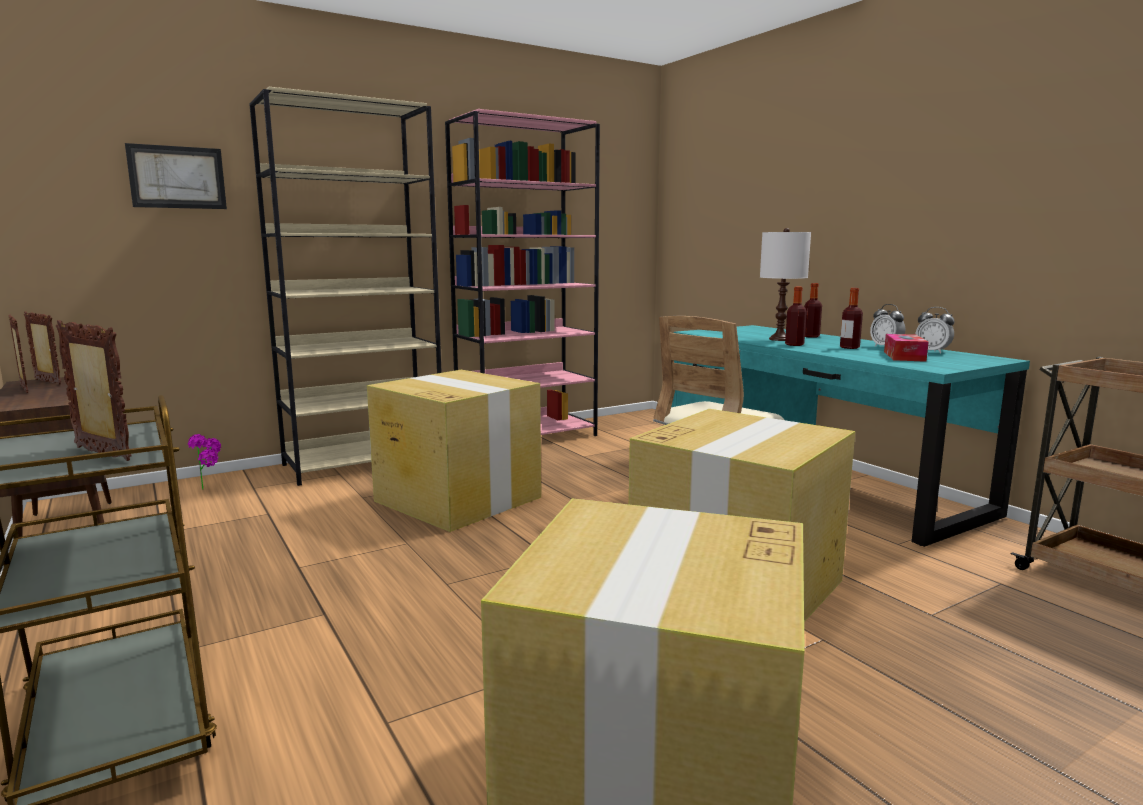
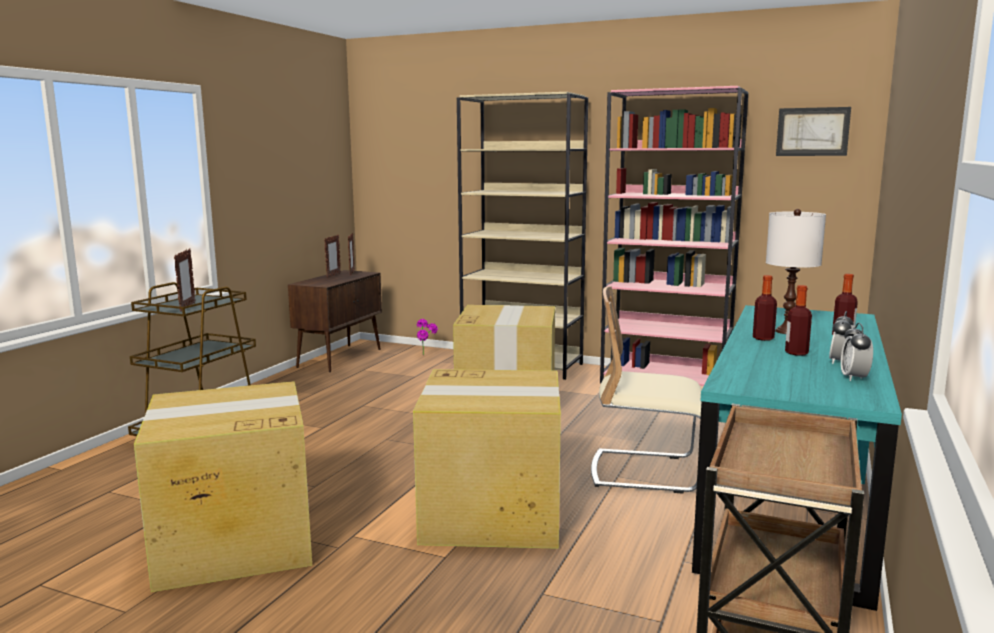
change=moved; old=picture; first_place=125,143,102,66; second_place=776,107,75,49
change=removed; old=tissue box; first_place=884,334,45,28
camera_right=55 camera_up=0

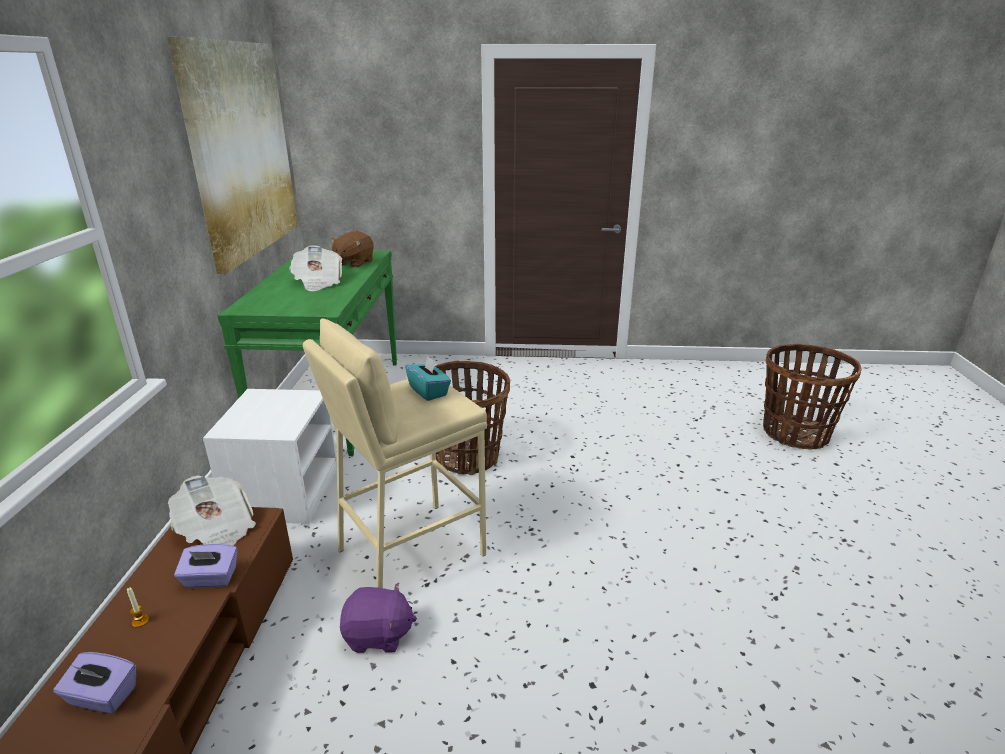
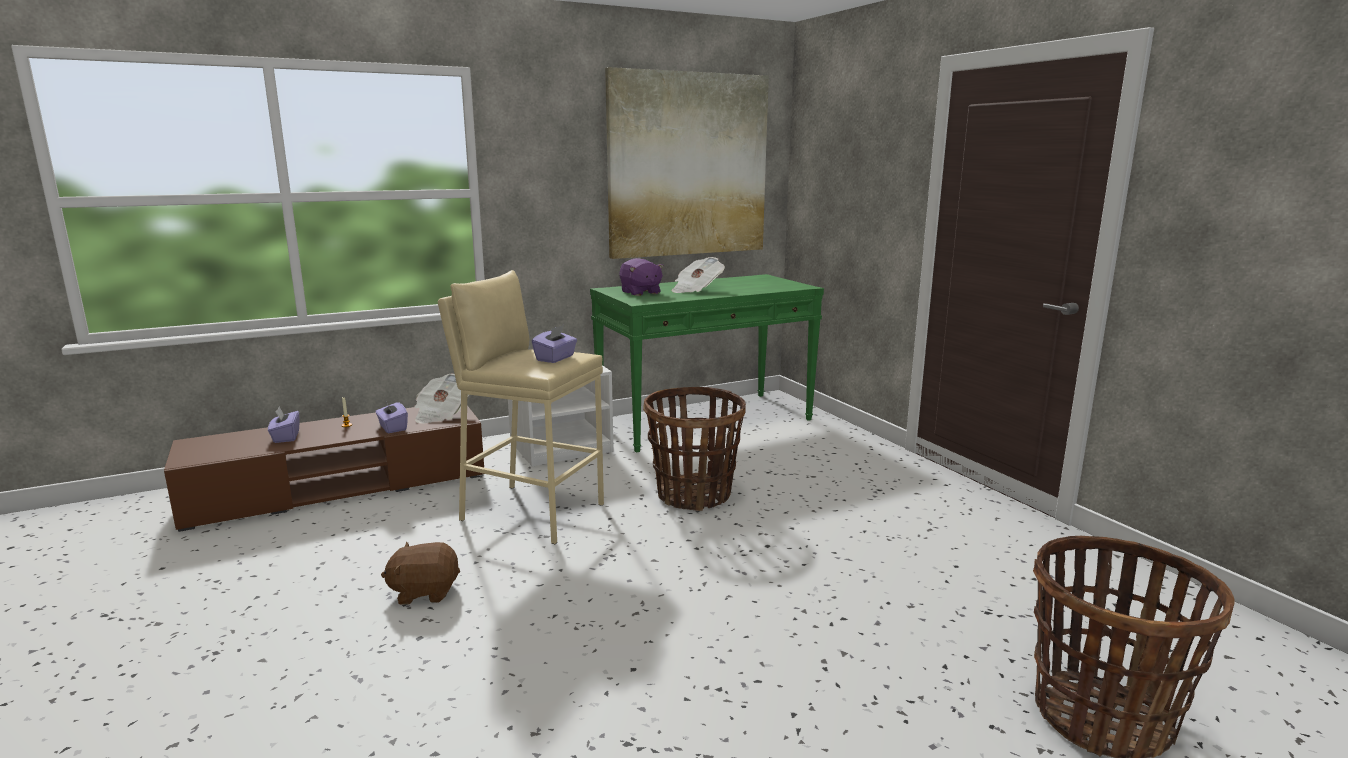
change=moved; old=plush toy (brown); first_place=330,231,44,37; second_place=381,542,79,63
change=recoloured; old=tissue box (turquoise); new=tissue box (purple); first_place=405,356,46,45; second_place=532,325,45,38
change=moved; old=plush toy (purple); first_place=340,583,77,70; second_place=619,258,45,38
camera_right=60 camera_up=-10

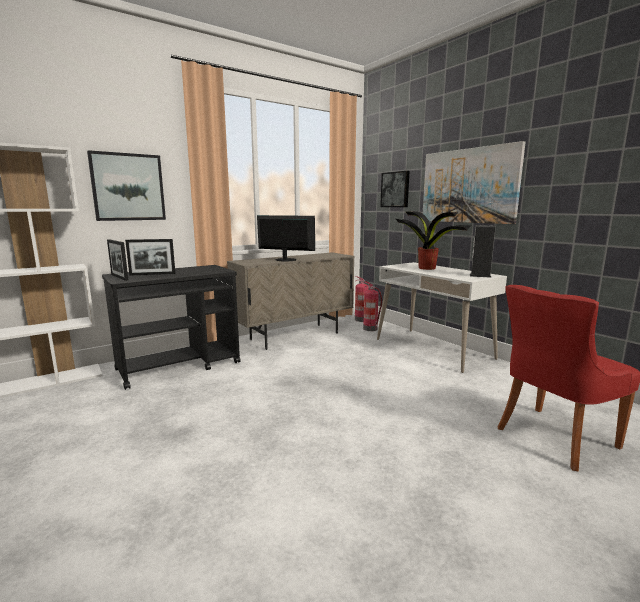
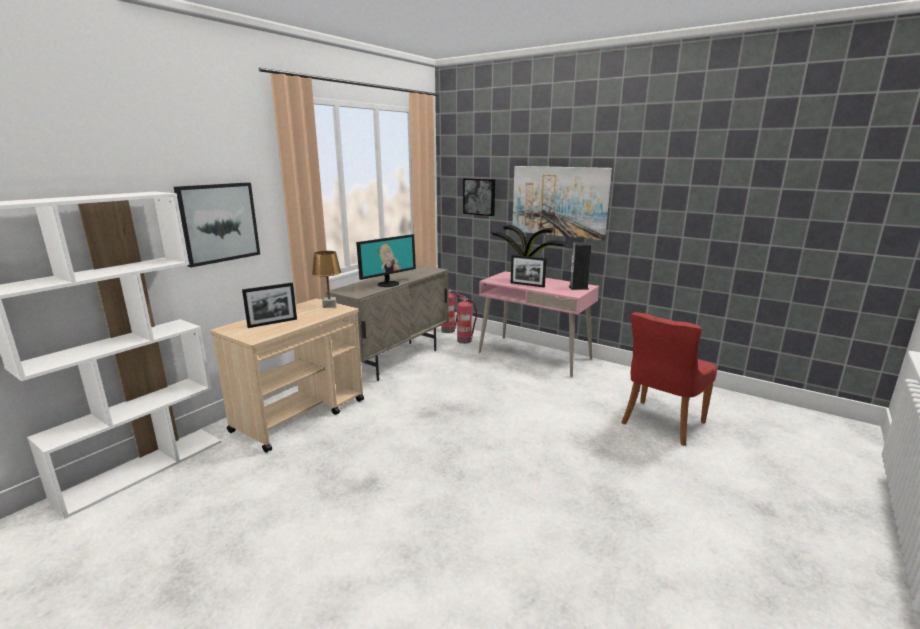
change=turned; old=monitor; first_place=257,215,58,46; second_place=356,234,60,53; degrees=135
change=moved; old=picture frame; first_place=107,239,21,42; second_place=511,255,36,32
change=recoloured; old=desk (white); new=desk (pink); first_place=377,262,130,111; second_place=479,271,120,106
change=recoloured; old=cart (black); new=cart (beige); first_place=102,265,139,125; second_place=210,298,154,155
change=added; new=table lamp (brown); second_place=312,251,29,57
camera_right=-20 camera_up=5

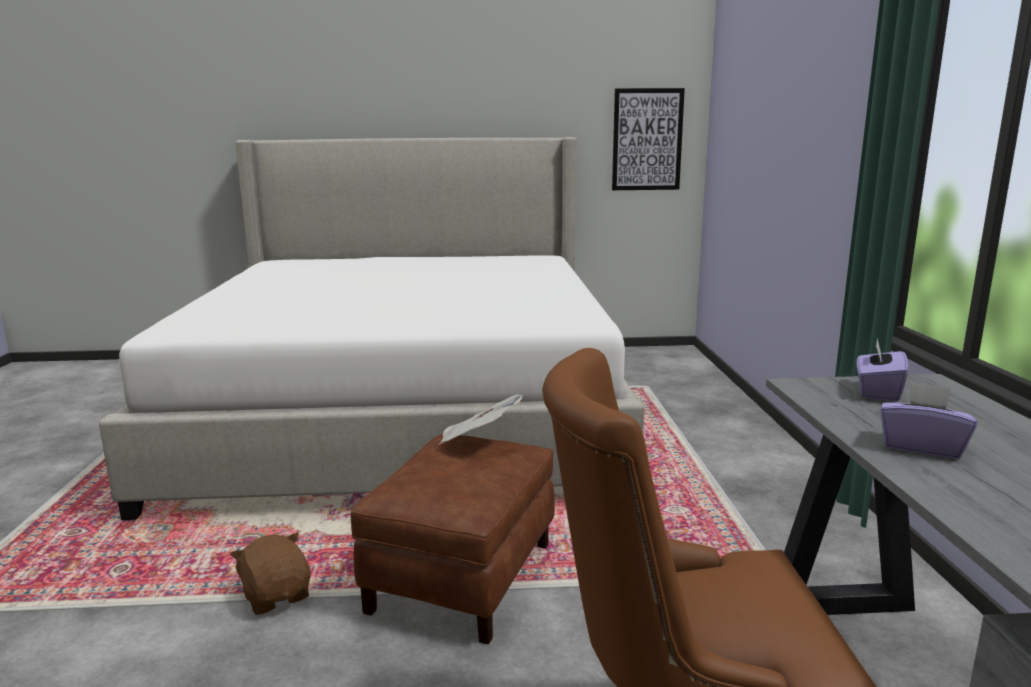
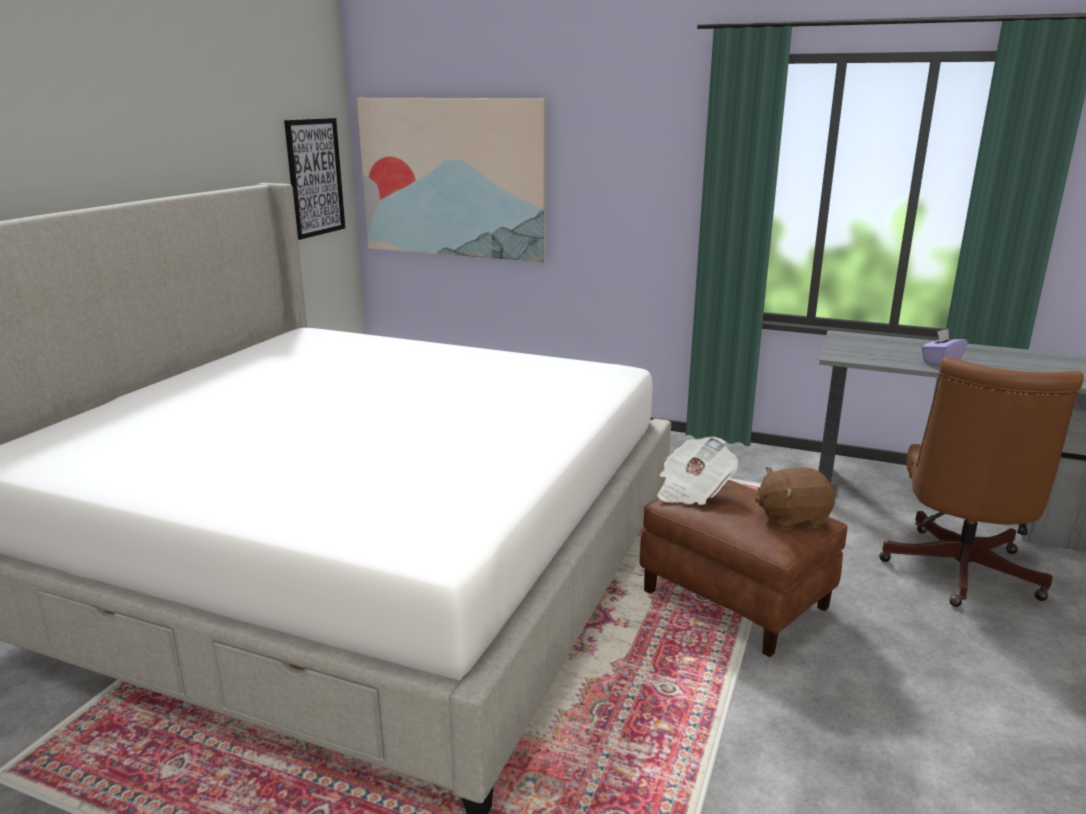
change=removed; old=tissue box (purple); first_place=857,338,51,64
change=moved; old=plush toy (brown); first_place=230,532,81,83; second_place=755,467,80,63
change=added; new=picture; second_place=357,98,189,164
camera_right=-65 camera_up=5

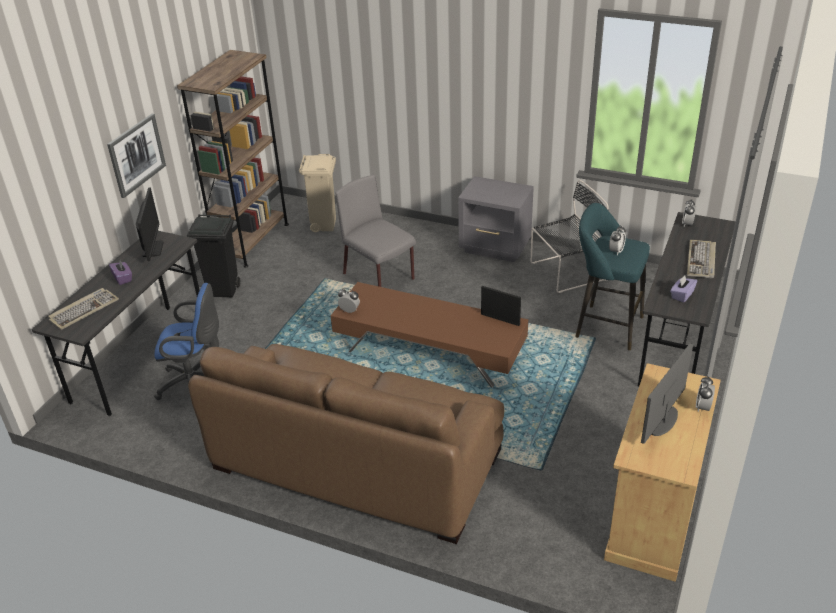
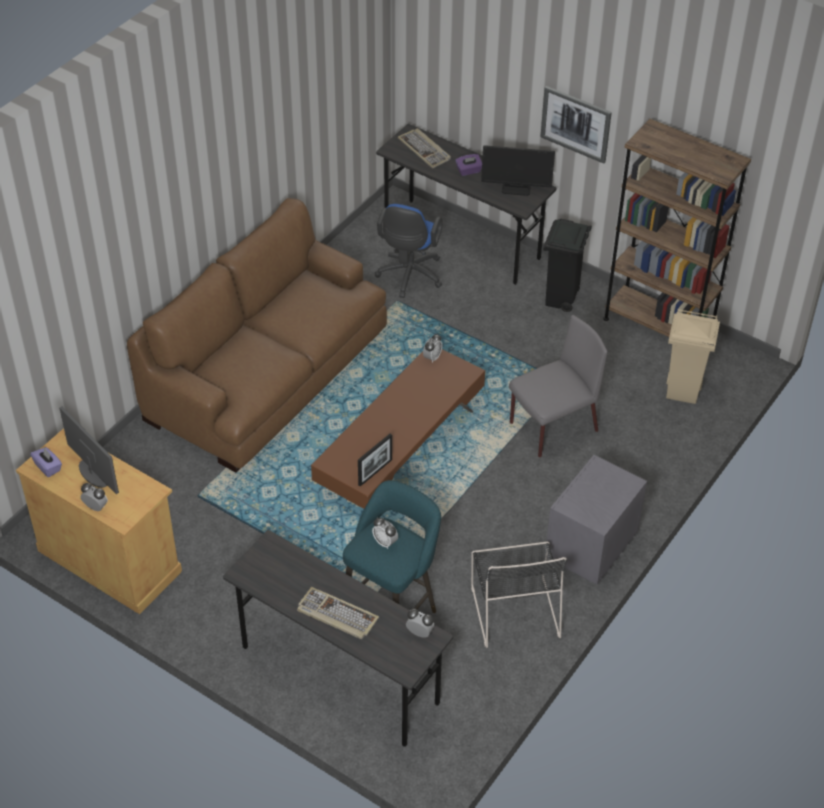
change=moved; old=tissue box (purple); first_place=670,275,27,28; second_place=30,447,32,30
camera_right=100 camera_up=10

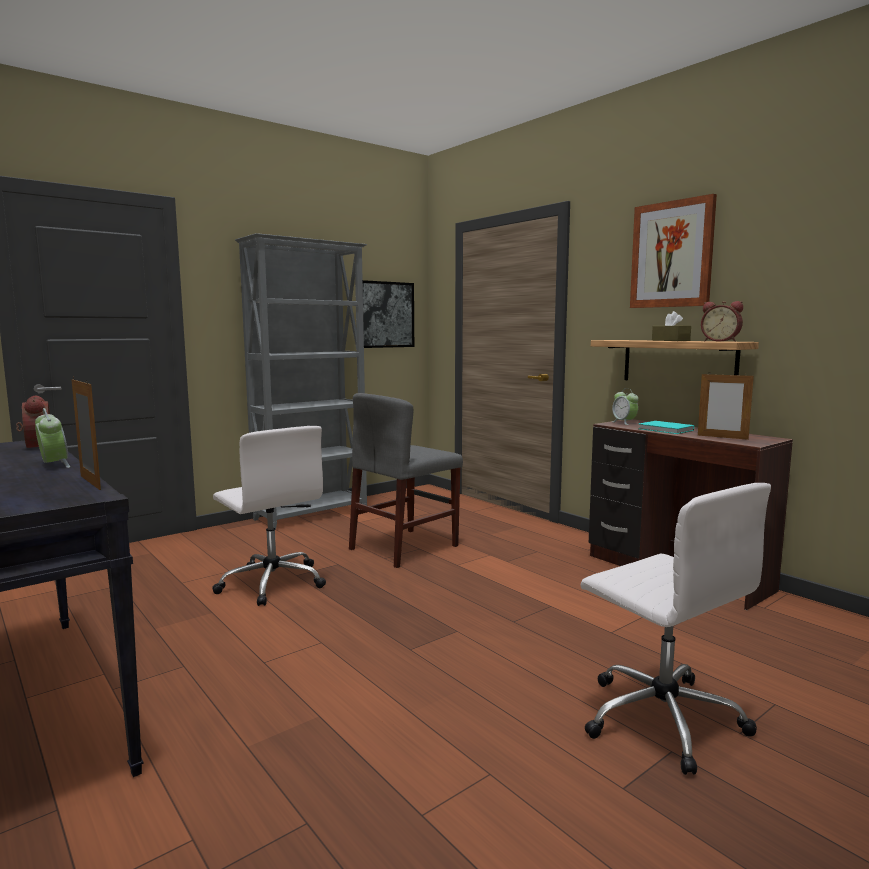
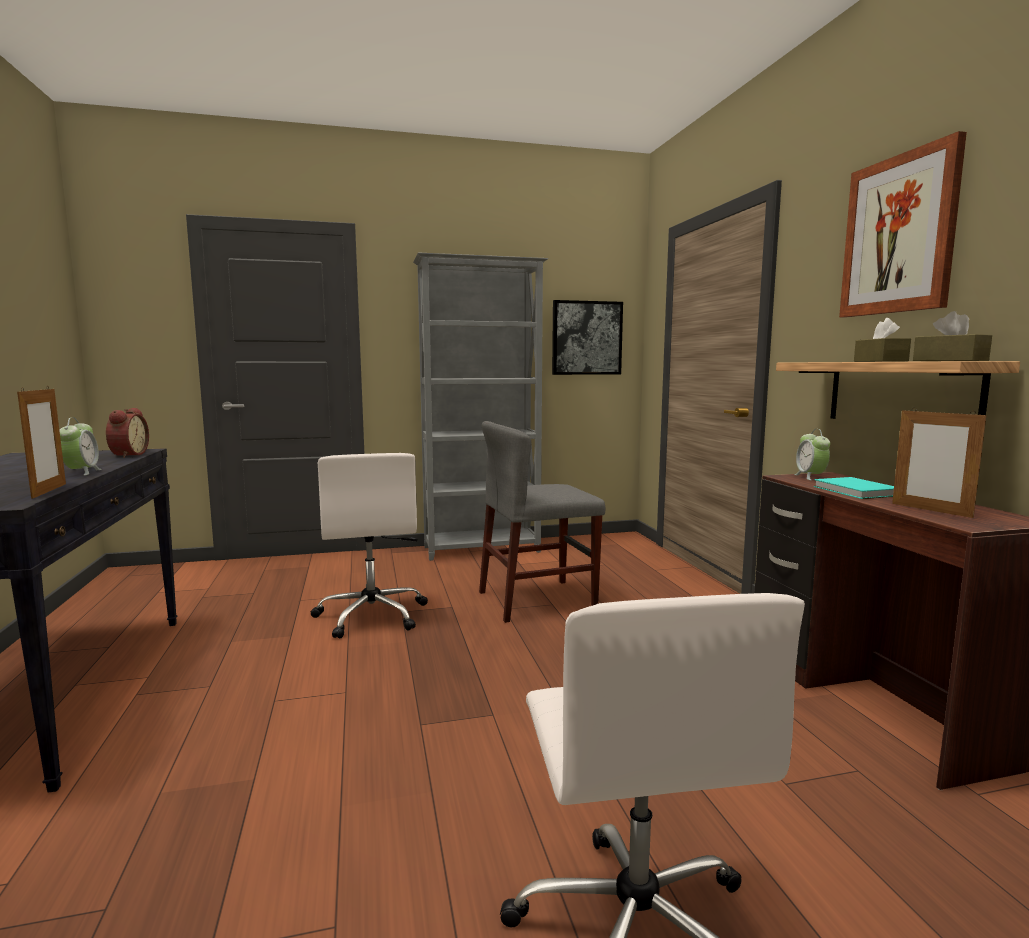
change=replaced; old=alarm clock; new=tissue box (brown); first_place=701,301,42,41; second_place=913,311,79,50
camera_right=25 camera_up=0

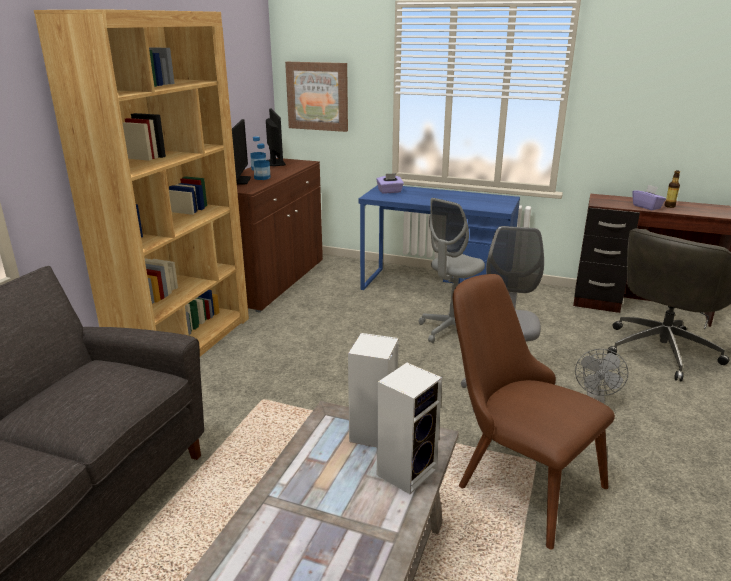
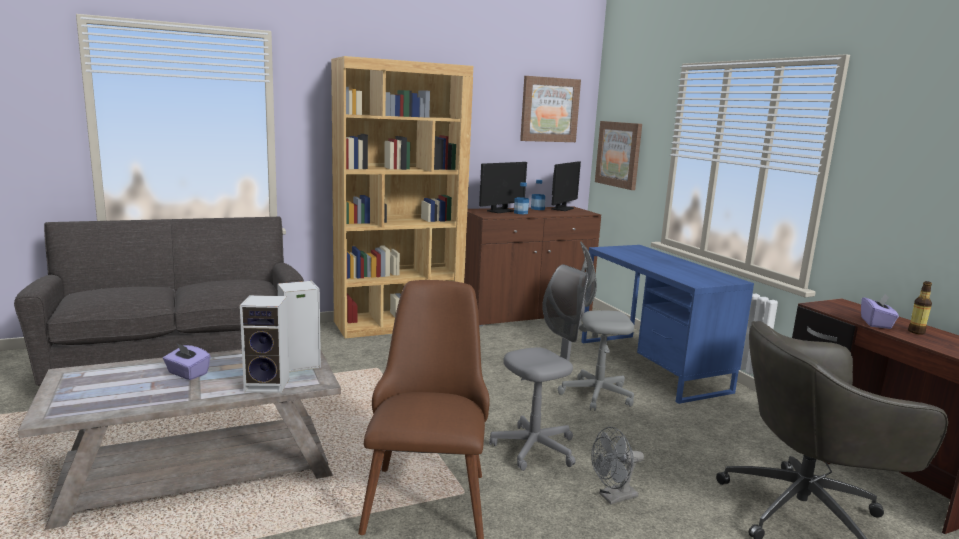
change=moved; old=tissue box (purple); first_place=376,173,28,21; second_place=163,343,48,37
change=added; new=picture; second_place=520,76,61,66
camera_right=45 camera_up=-10

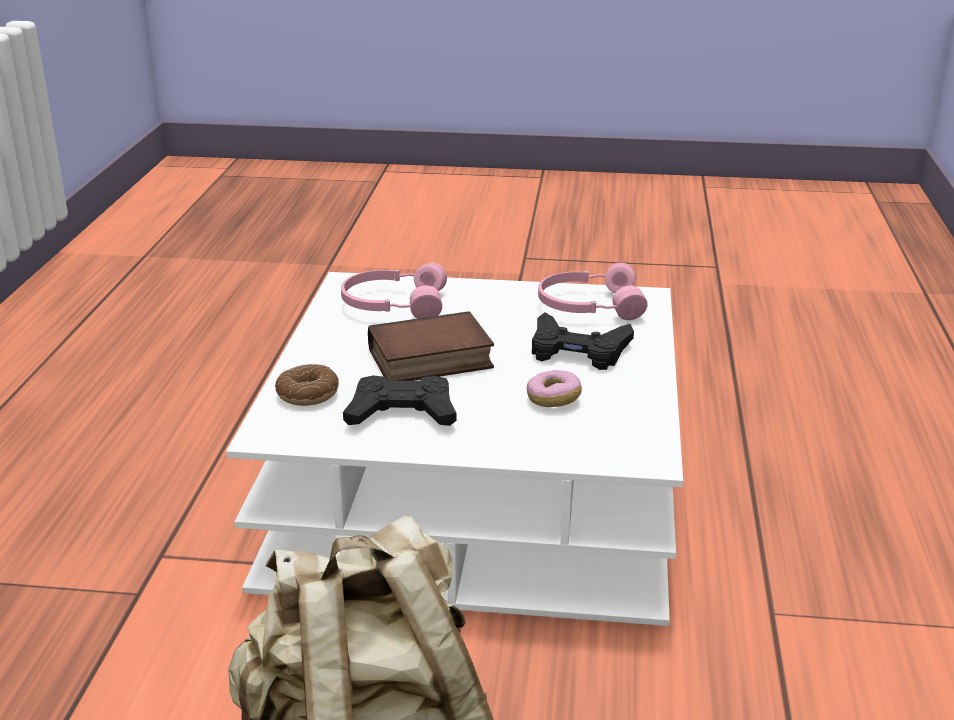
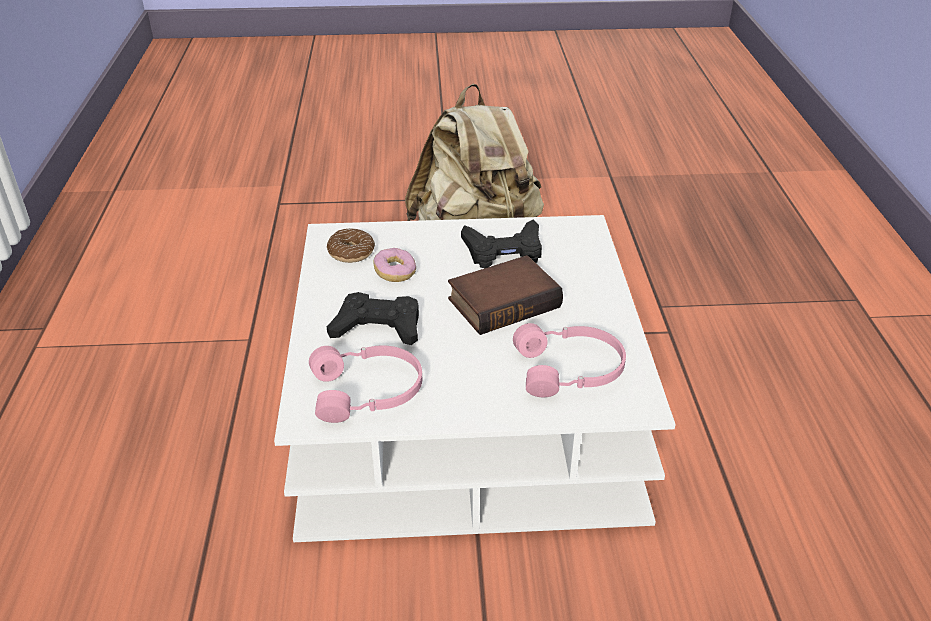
change=moved; old=donut; first_place=275,364,64,42; second_place=327,228,48,35
camera_right=170 camera_up=10

